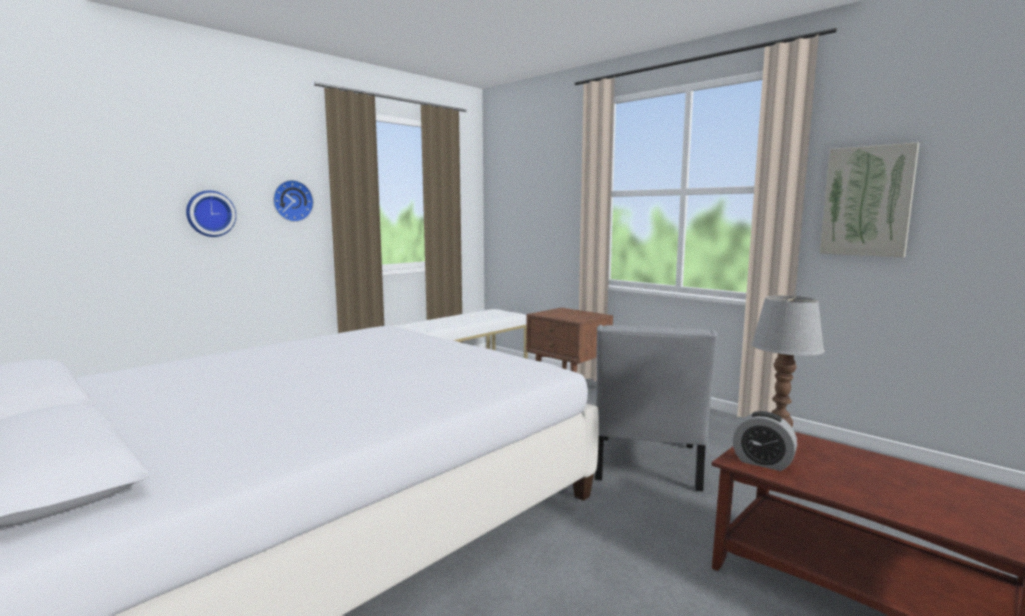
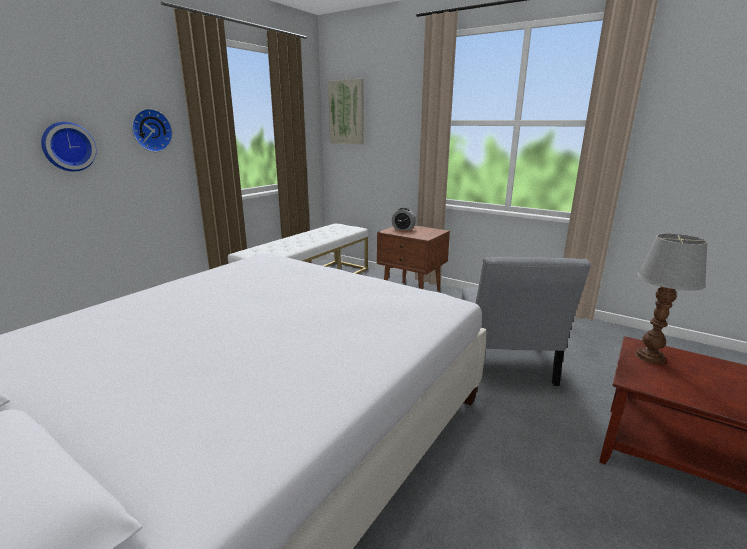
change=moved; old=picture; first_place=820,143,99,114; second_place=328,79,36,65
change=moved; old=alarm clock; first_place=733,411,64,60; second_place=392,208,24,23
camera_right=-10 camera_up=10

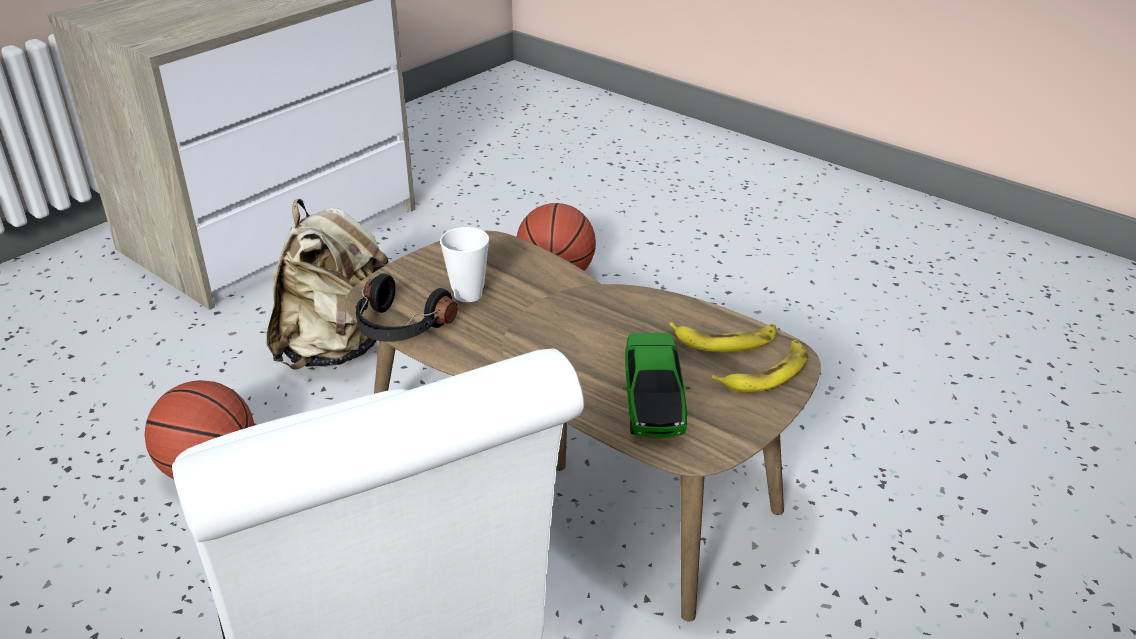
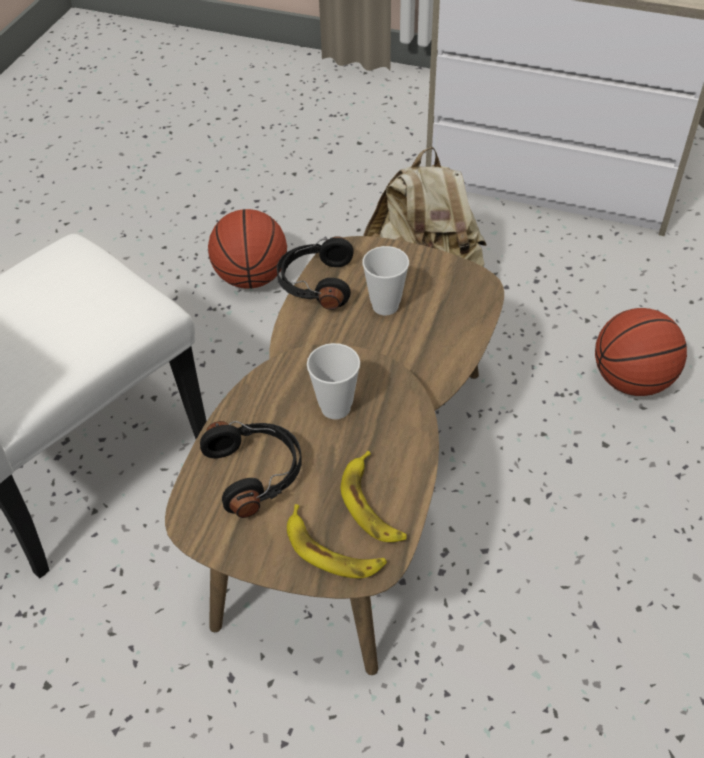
change=replaced; old=toy car; new=headphones (black); first_place=623,333,67,105; second_place=200,421,102,97
change=added; new=cup; second_place=307,343,53,76
camera_right=70 camera_up=15

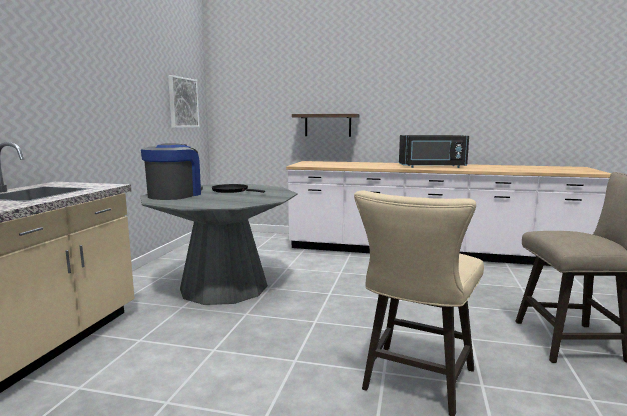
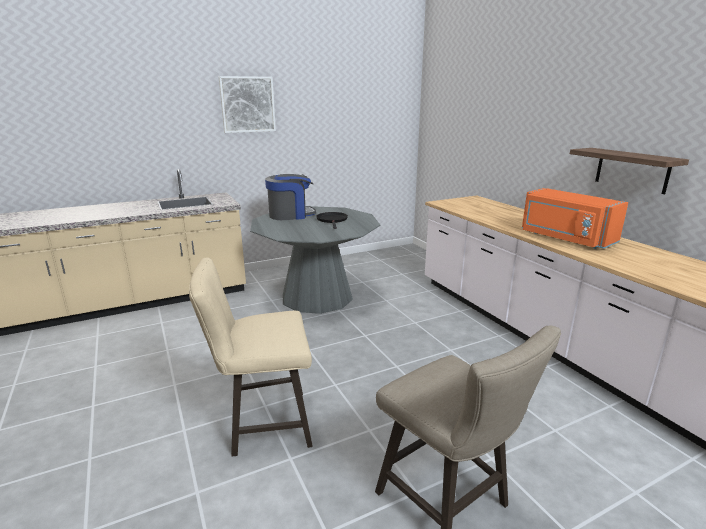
change=moved; old=picture; first_place=168,75,31,53; second_place=219,76,57,57
change=moved; old=shelf; first_place=292,114,68,23; second_place=570,148,119,46
change=recoloured; old=microwave (black); new=microwave (orange); first_place=399,135,70,33; second_place=522,188,106,61
camera_right=50 camera_up=10

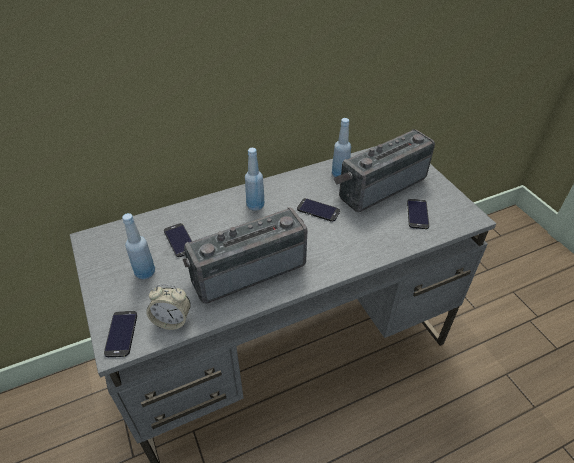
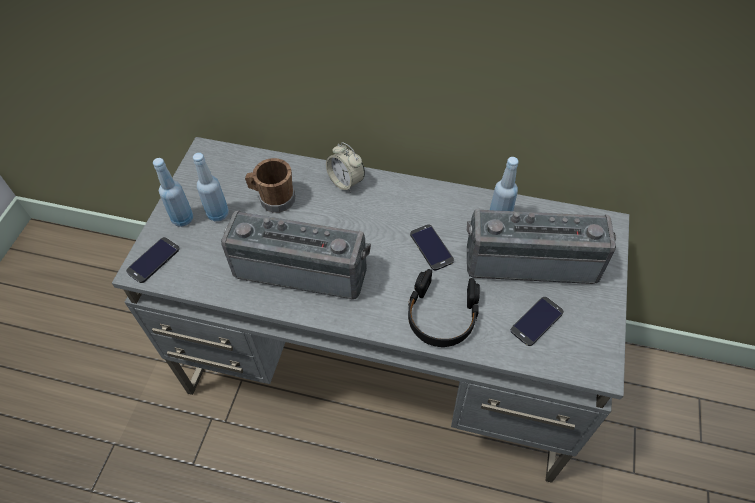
change=moved; old=bottle (blue); first_place=245,148,20,63; second_place=153,158,40,69
change=replaced; old=phone; new=mug (brown); first_place=164,223,28,34; second_place=245,158,50,55
change=moved; old=alarm clock; first_place=146,284,45,46; second_place=326,142,39,51
change=added; new=headphones (black); second_place=408,269,72,78
camera_right=40 camera_up=10

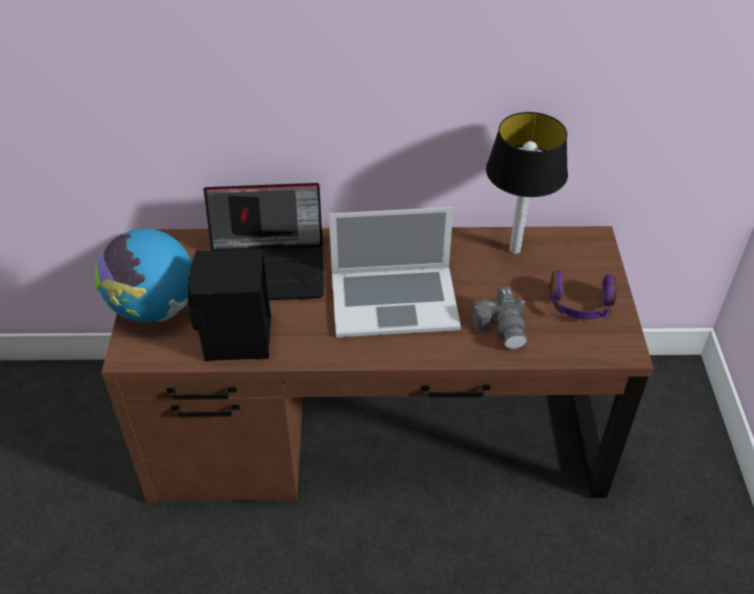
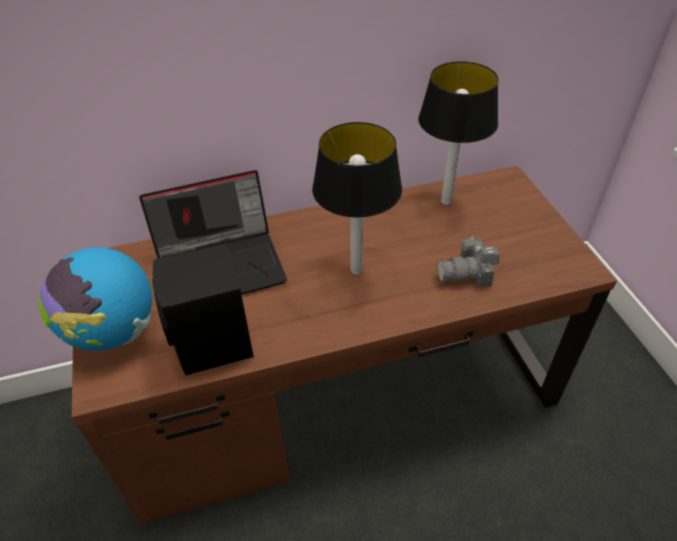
change=replaced; old=laptop; new=table lamp; first_place=329,207,132,130; second_place=312,122,90,153
change=removed; old=headphones (purple); first_place=549,270,68,50
change=turned; old=photo camera; first_place=472,287,56,63; second_place=438,236,62,51; degrees=105
camera_right=-15 camera_up=0

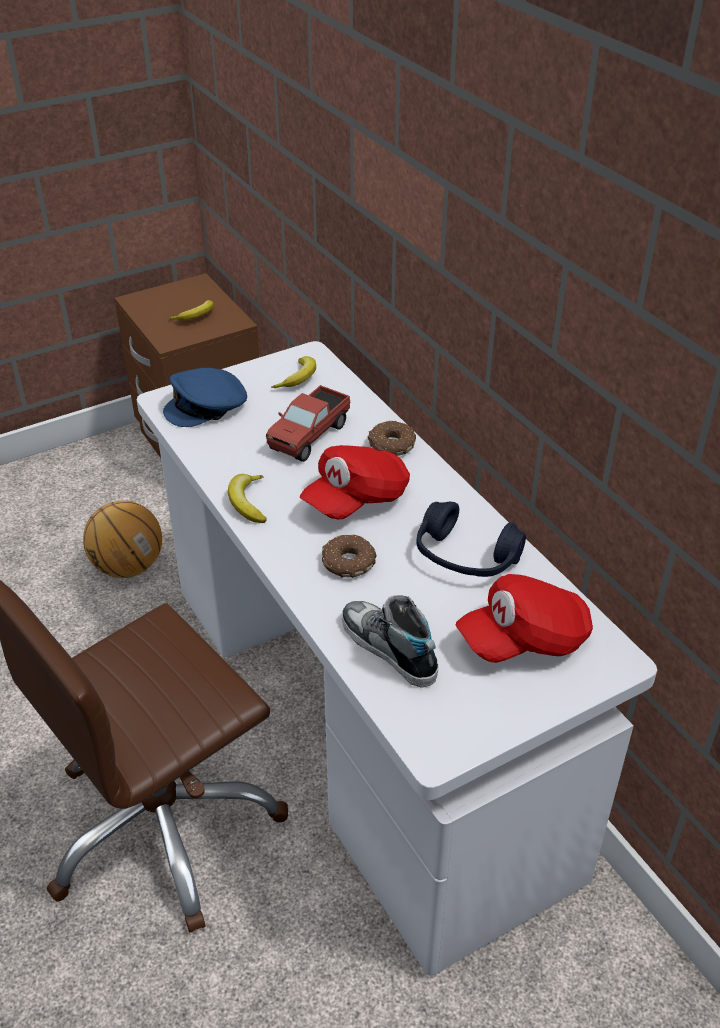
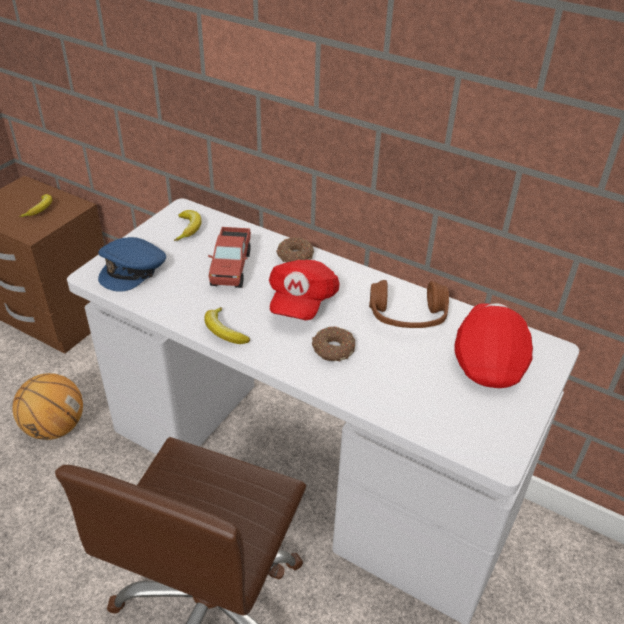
change=recoloured; old=headphones (blue); new=headphones (brown); first_place=417,501,109,76; second_place=369,280,80,48
change=turned; old=cap (red); first_place=456,574,137,89; second_place=454,303,79,85; degrees=150
change=removed; old=shoe; first_place=342,595,96,93
camera_right=-30 camera_up=0

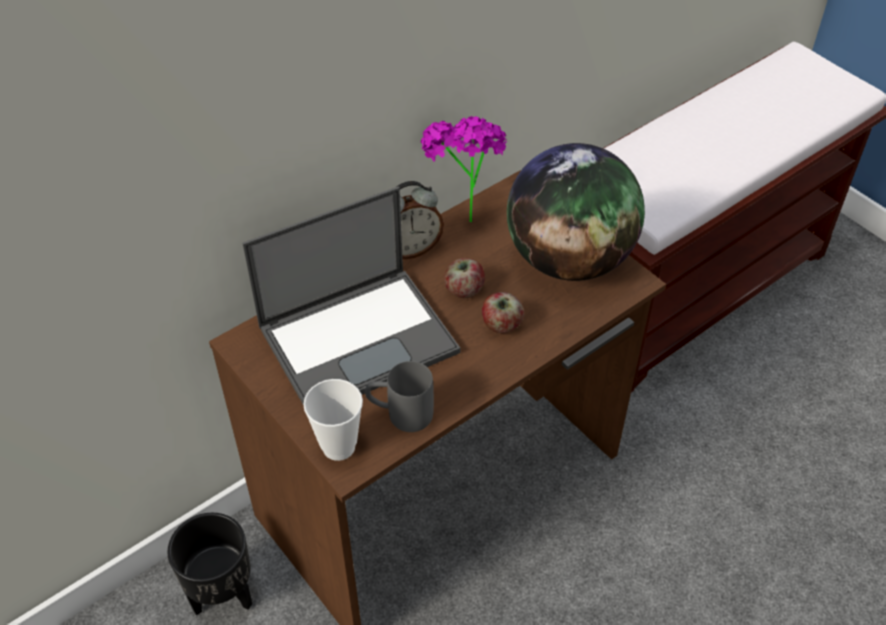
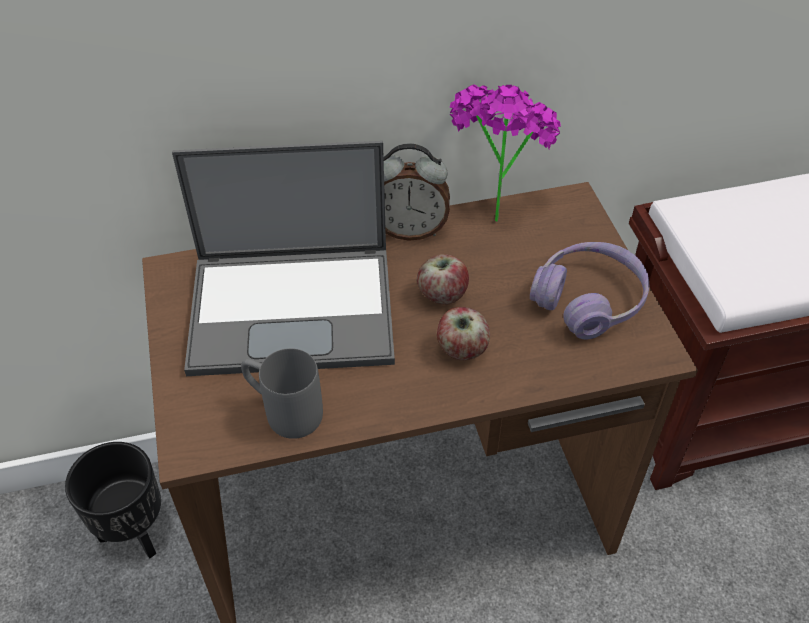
change=replaced; old=globe; new=headphones (purple); first_place=507,143,138,138; second_place=530,242,119,97
change=removed; old=cup; first_place=303,379,60,82
camera_right=25 camera_up=0

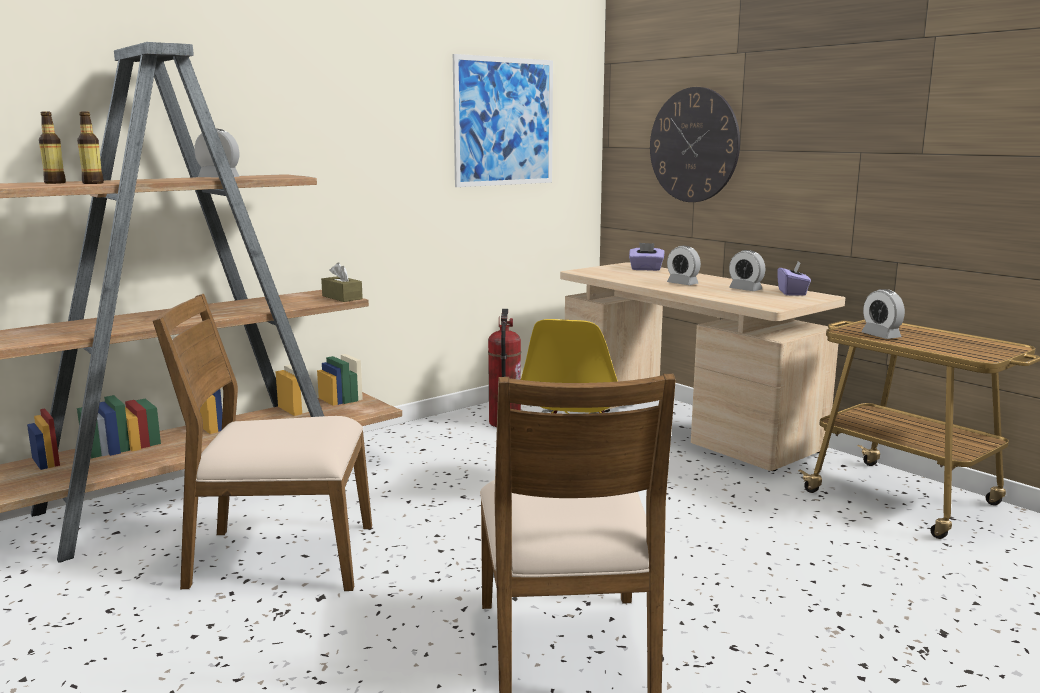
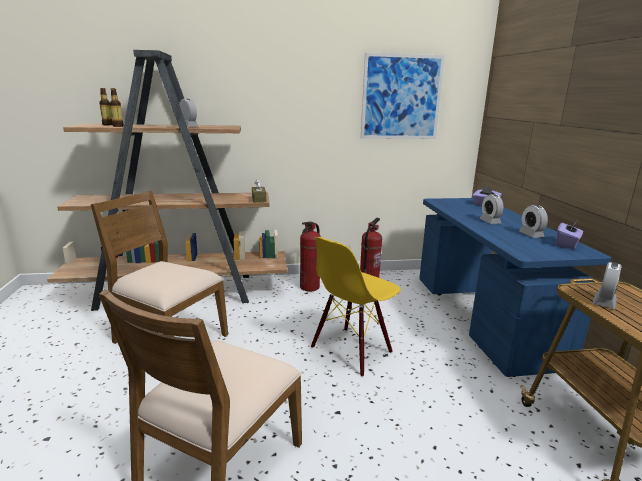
change=removed; old=wall clock; first_place=650,87,90,115
change=recoloured; old=desk (beige); new=desk (blue); first_place=560,262,285,209; second_place=419,198,192,179
change=turned; old=alarm clock; first_place=861,289,44,50; second_place=593,262,28,47; degrees=-150
change=added; new=fire extinguisher; second_place=300,222,21,70
camera_right=30 camera_up=5

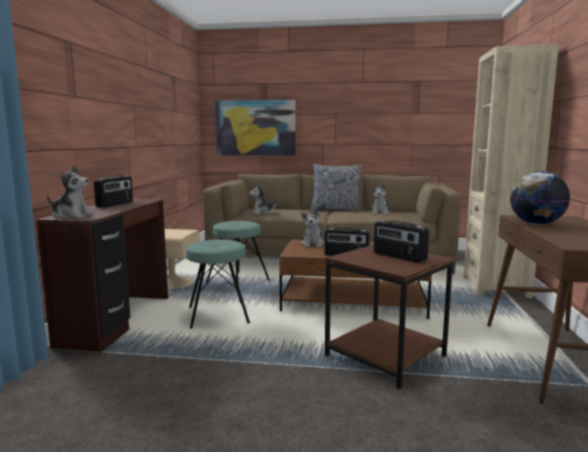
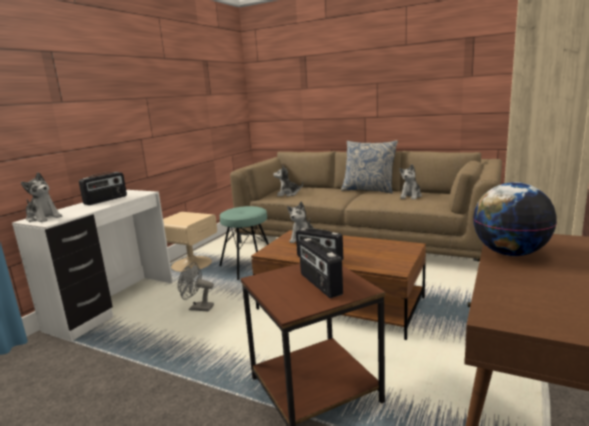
change=removed; old=picture; first_place=215,100,80,56
change=recoloured; old=desk (brown); new=desk (white); first_place=36,199,132,153; second_place=12,190,161,151
change=replaced; old=stool (turquoise); new=fan (grey); first_place=186,239,64,90; second_place=178,262,36,49
camera_right=20 camera_up=5

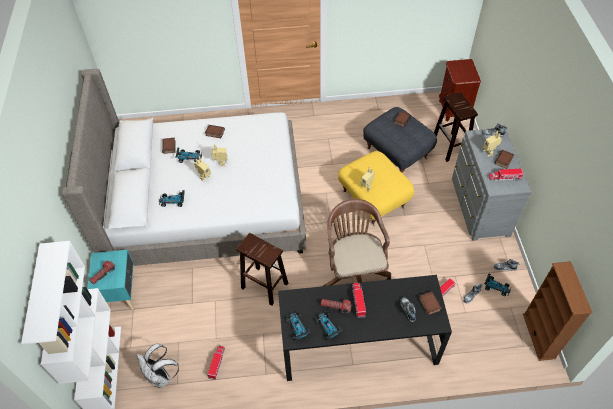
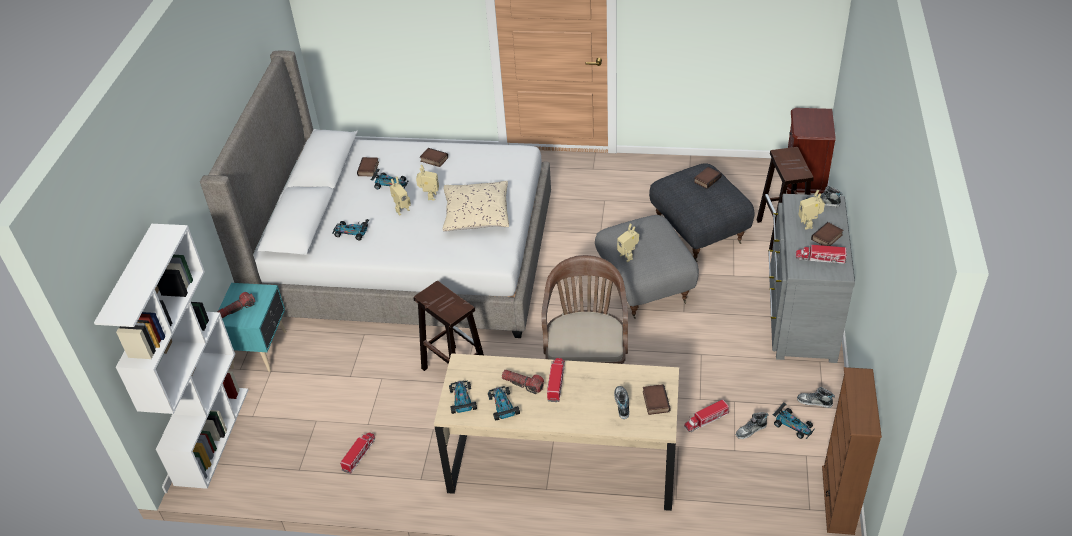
change=recoloured; old=ottoman (yellow); new=ottoman (grey); first_place=338,151,76,75; second_place=595,215,104,104
change=recoloured; old=desk (black); new=desk (beige); first_place=278,275,174,106; second_place=434,353,245,158
change=removed; old=backpack (white); first_place=137,344,42,44
change=added; new=pillow (beige); second_place=443,181,66,50
camera_right=15 camera_up=-10

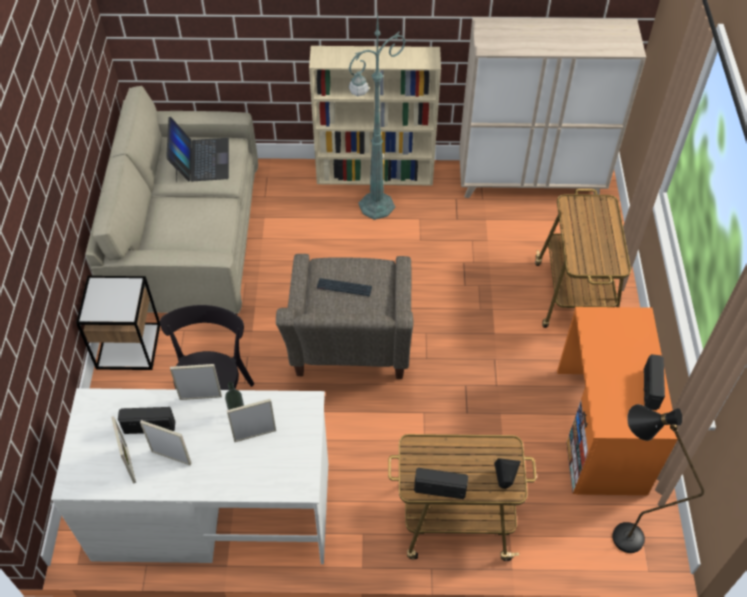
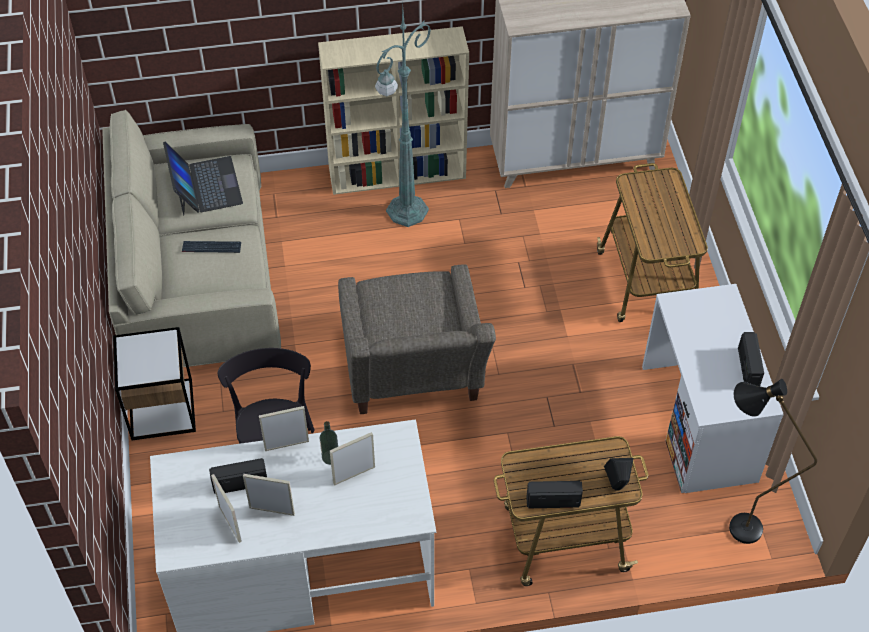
change=moved; old=keyboard; first_place=317,278,55,19; second_place=182,241,59,12
change=recoloured; old=desk (orange); new=desk (white); first_place=557,307,121,188; second_place=642,284,142,209
camera_right=-10 camera_up=0

